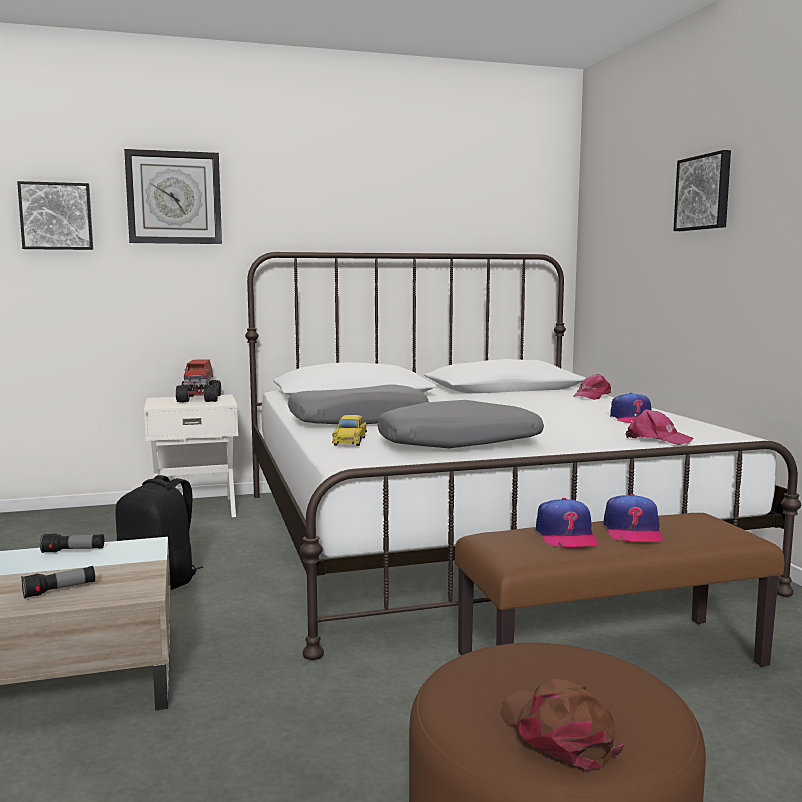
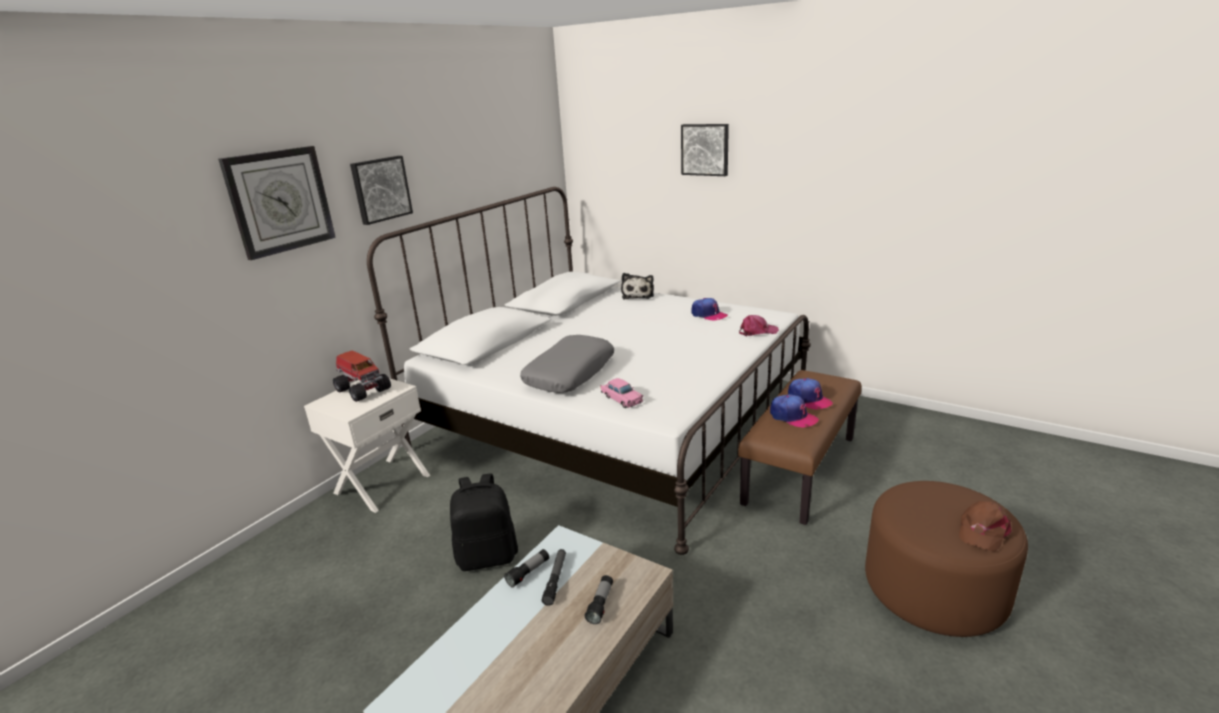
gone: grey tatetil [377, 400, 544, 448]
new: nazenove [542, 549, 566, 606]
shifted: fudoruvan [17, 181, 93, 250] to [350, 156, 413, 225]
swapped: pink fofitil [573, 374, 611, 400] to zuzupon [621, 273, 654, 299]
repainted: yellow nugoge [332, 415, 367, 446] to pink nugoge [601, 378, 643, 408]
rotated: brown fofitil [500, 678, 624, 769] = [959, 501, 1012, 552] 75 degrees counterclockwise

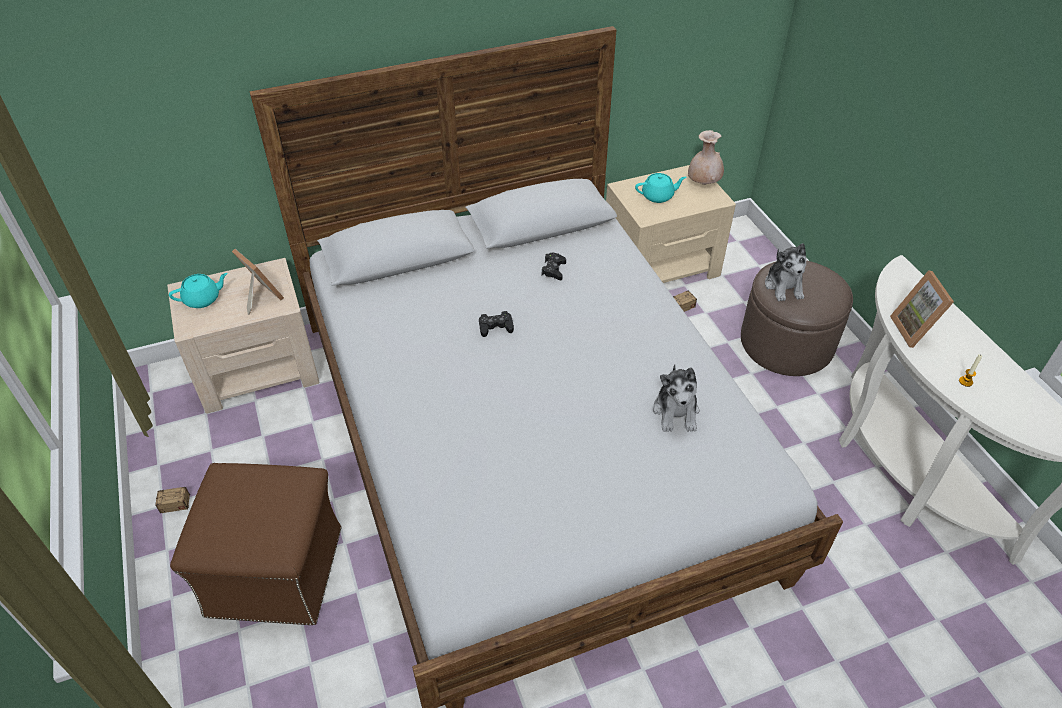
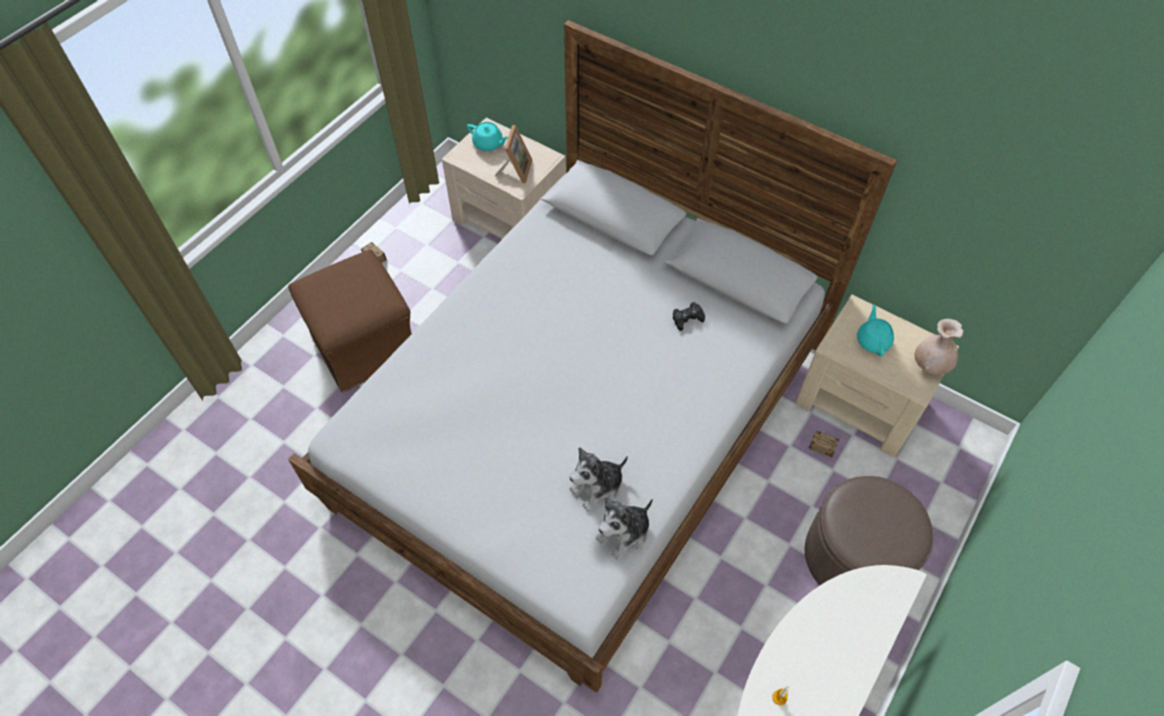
gone: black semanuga [479, 311, 514, 337]; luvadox [890, 270, 954, 348]
shifted: zuzupon [765, 243, 806, 302] to [596, 497, 653, 561]
rotated: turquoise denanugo [635, 173, 687, 203] = [857, 304, 894, 356] 135 degrees counterclockwise

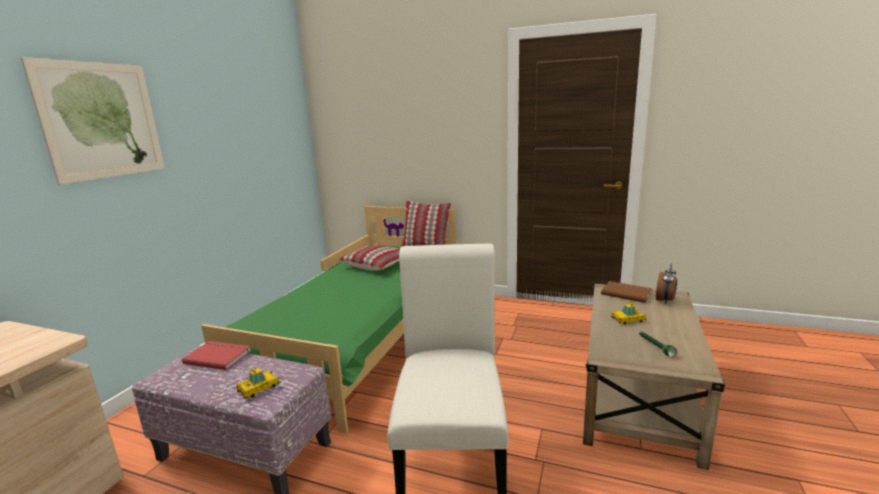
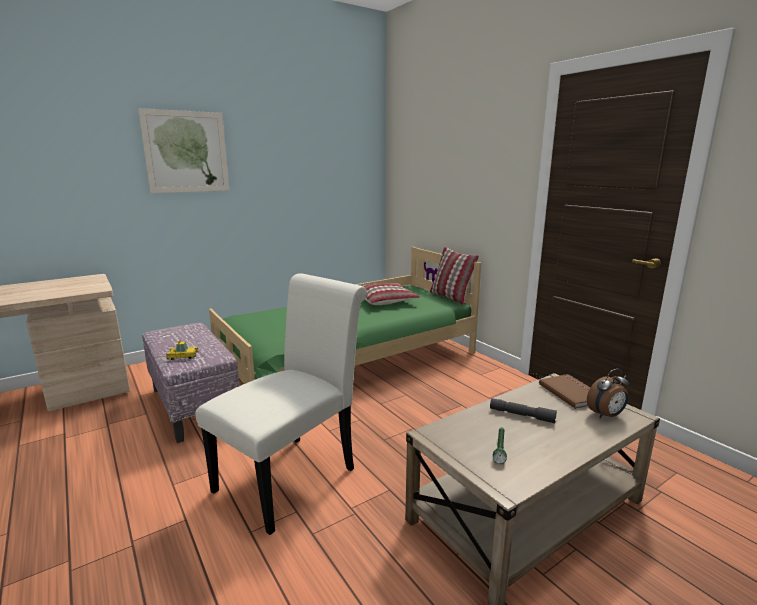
gone: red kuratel [182, 341, 251, 370]
swapped: nugoge [611, 302, 646, 325] to grey nazenove [490, 398, 557, 424]

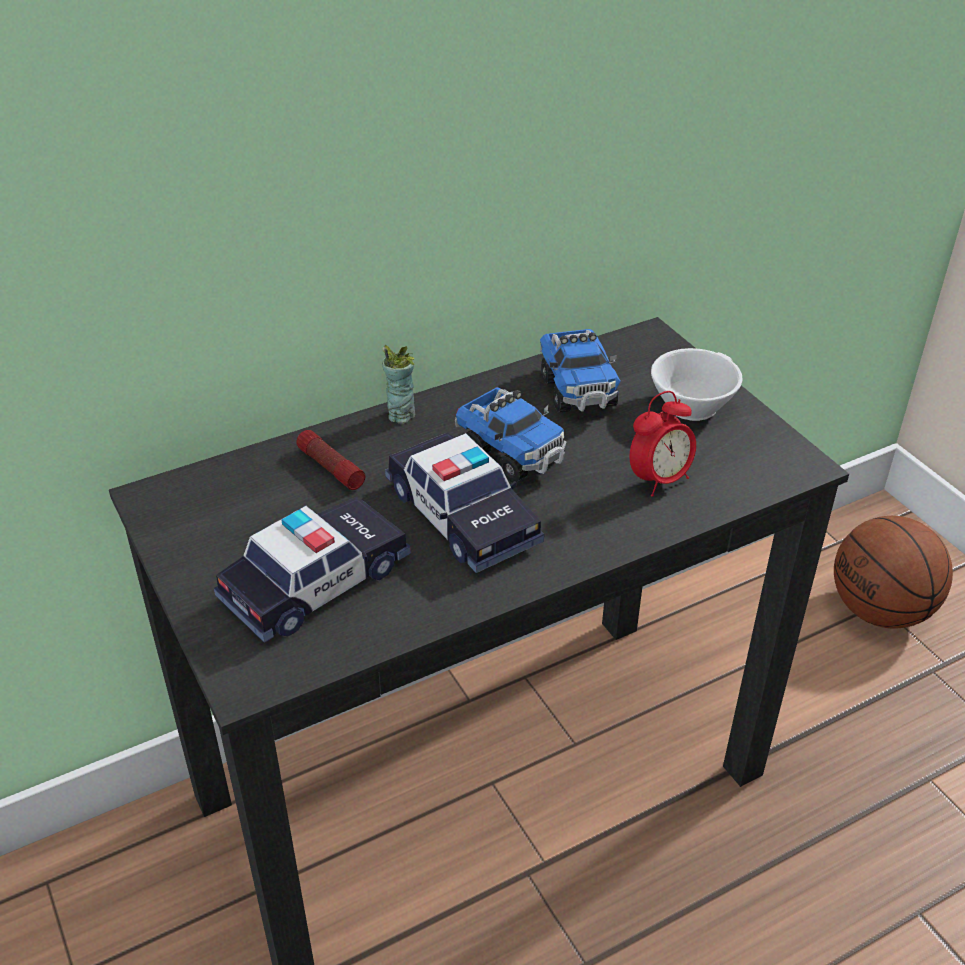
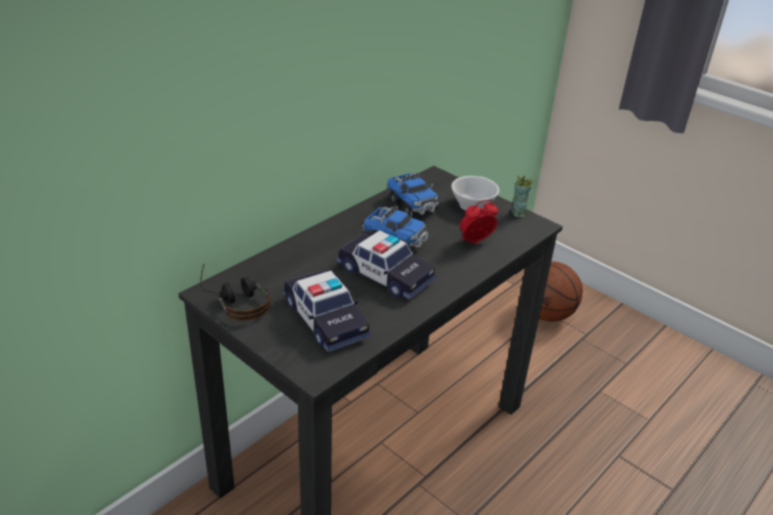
gone: nazenove [296, 430, 365, 490]
new: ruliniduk [200, 265, 271, 321]
shifted: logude [382, 345, 415, 424] to [511, 175, 534, 218]
rotated: nugoge [214, 496, 411, 643] = [283, 270, 371, 352] 120 degrees clockwise; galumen [630, 391, 696, 497] = [460, 200, 498, 244] 150 degrees counterclockwise

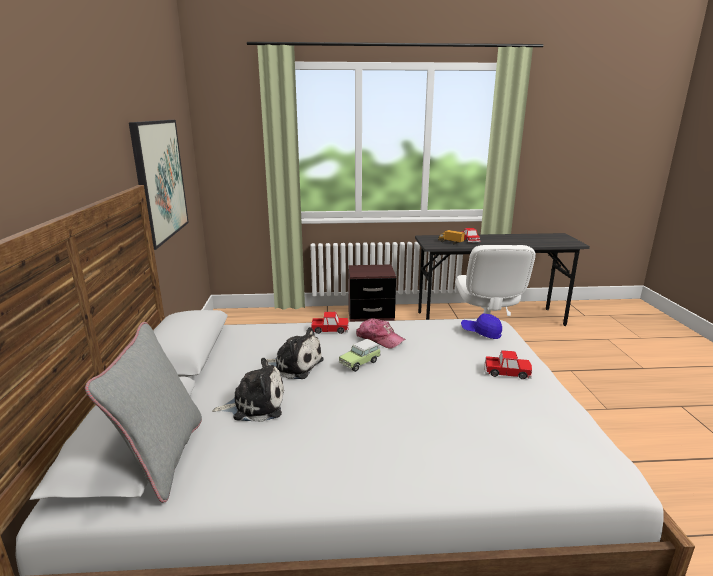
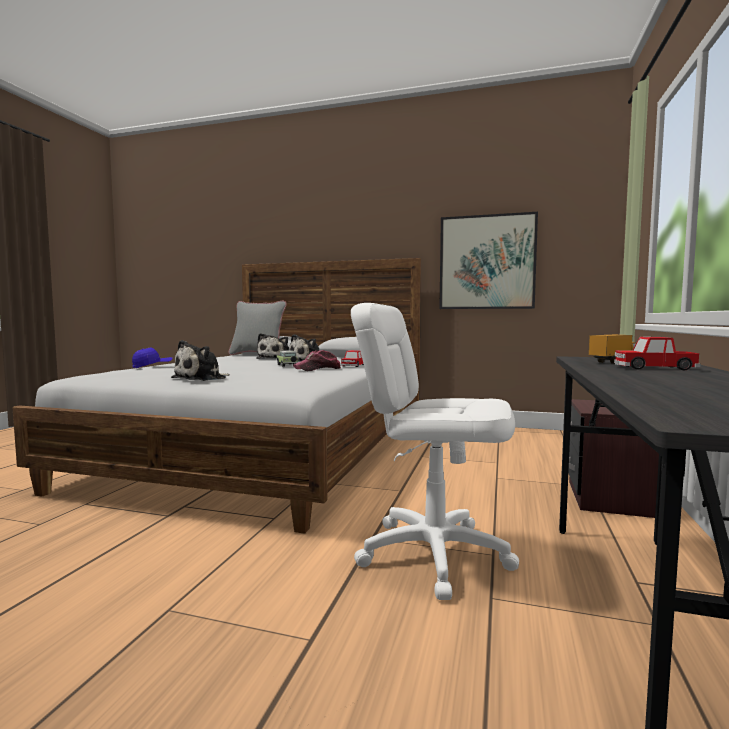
shifted: blue fofitil [461, 314, 502, 339] to [132, 347, 173, 368]
swapped: nugoge [484, 350, 532, 379] to zuzupon [171, 340, 229, 381]

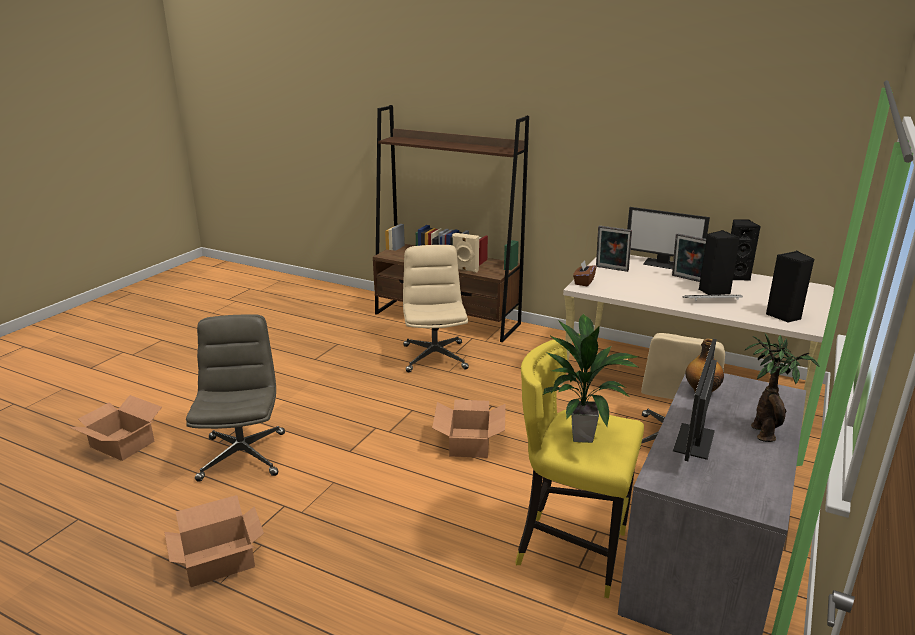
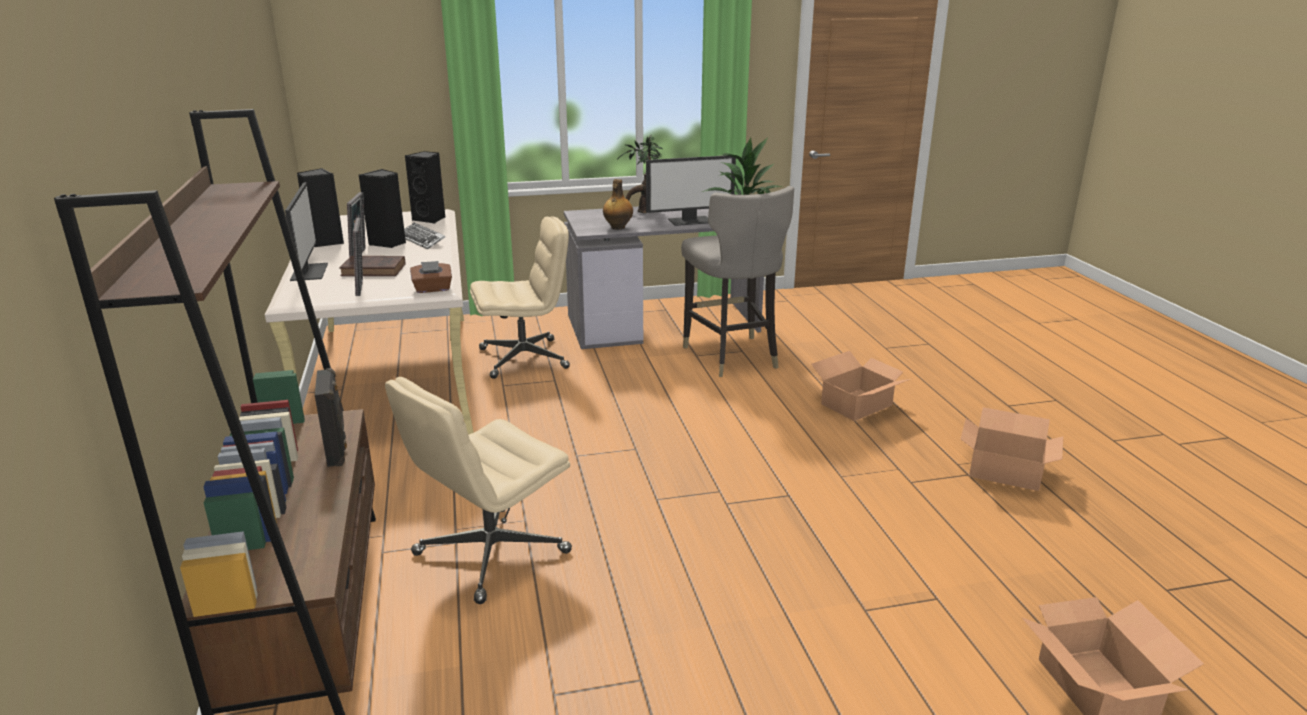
gone: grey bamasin [186, 314, 285, 482]
new: brown kuratel [339, 256, 406, 276]
shifted: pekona [432, 400, 506, 458] to [811, 351, 910, 421]
repainted: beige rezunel [452, 233, 479, 273] to black rezunel [315, 368, 347, 467]; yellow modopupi [515, 339, 644, 598] to grey modopupi [681, 186, 794, 377]

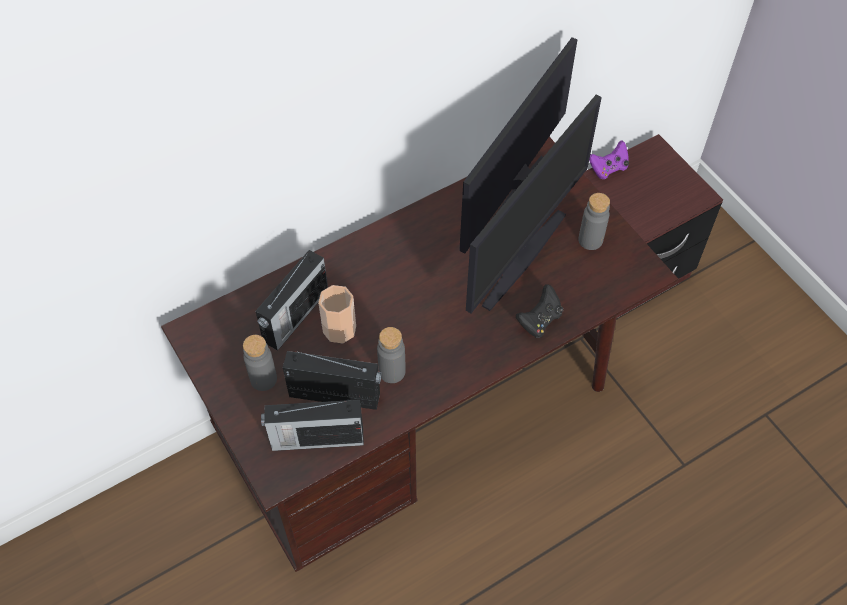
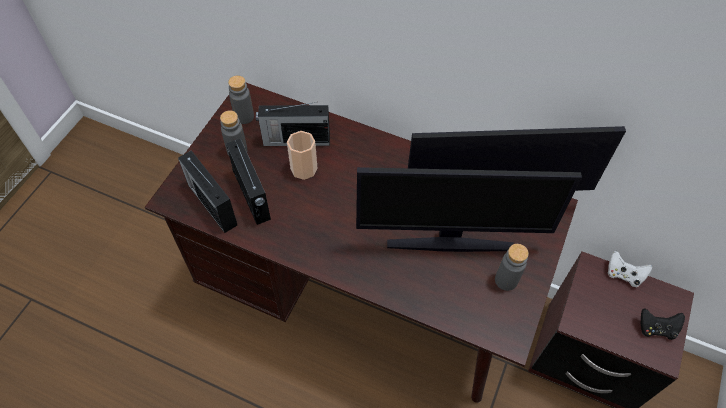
shifted: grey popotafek [377, 327, 406, 383] to [228, 75, 254, 124]; black semanuga [516, 284, 563, 338] to [641, 308, 685, 340]
repainted: purple semanuga [589, 141, 629, 179] to white semanuga [608, 251, 652, 287]

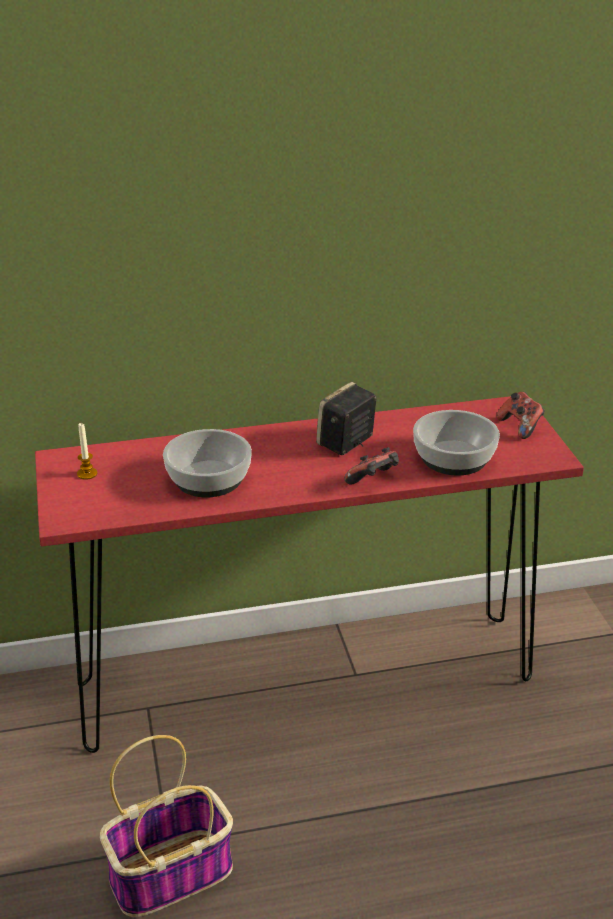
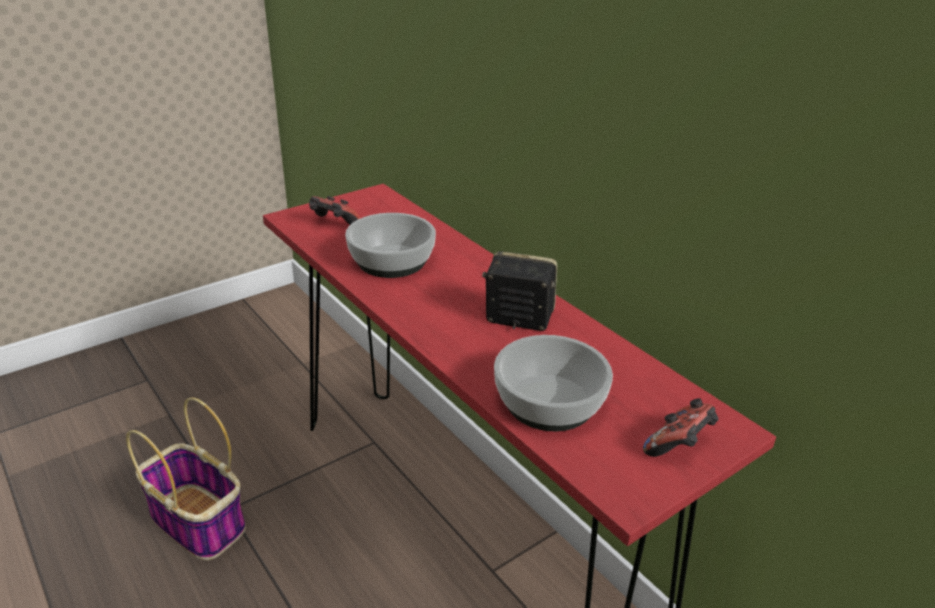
gone: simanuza [77, 423, 97, 480]
shifted: semanuga [345, 447, 399, 485] to [309, 196, 360, 225]

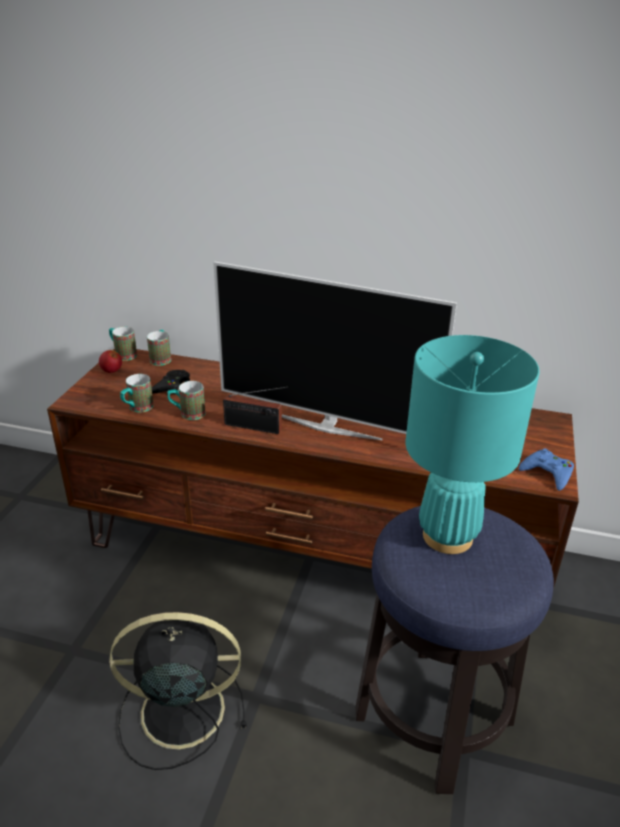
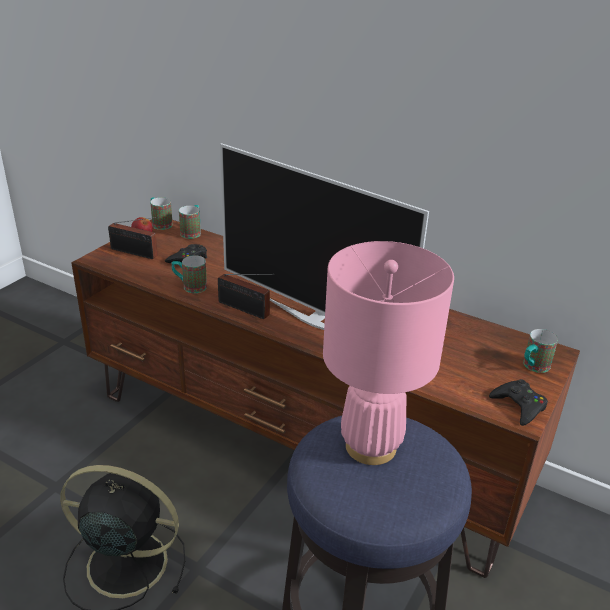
new: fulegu [108, 217, 158, 259]
shifted: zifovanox [120, 374, 154, 413] to [523, 329, 558, 373]
repainted: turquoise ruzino [405, 335, 540, 554] to pink ruzino [323, 241, 454, 465]; blue semanuga [519, 448, 574, 491] to black semanuga [489, 379, 548, 426]

